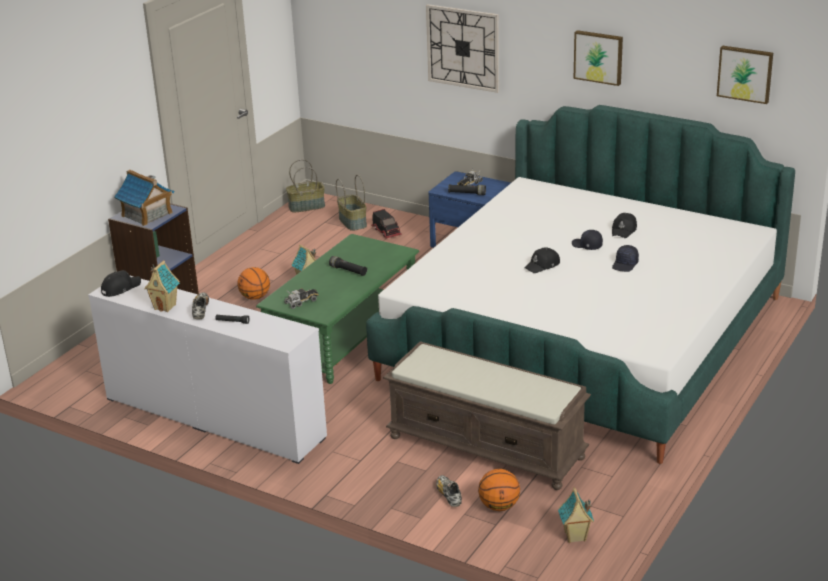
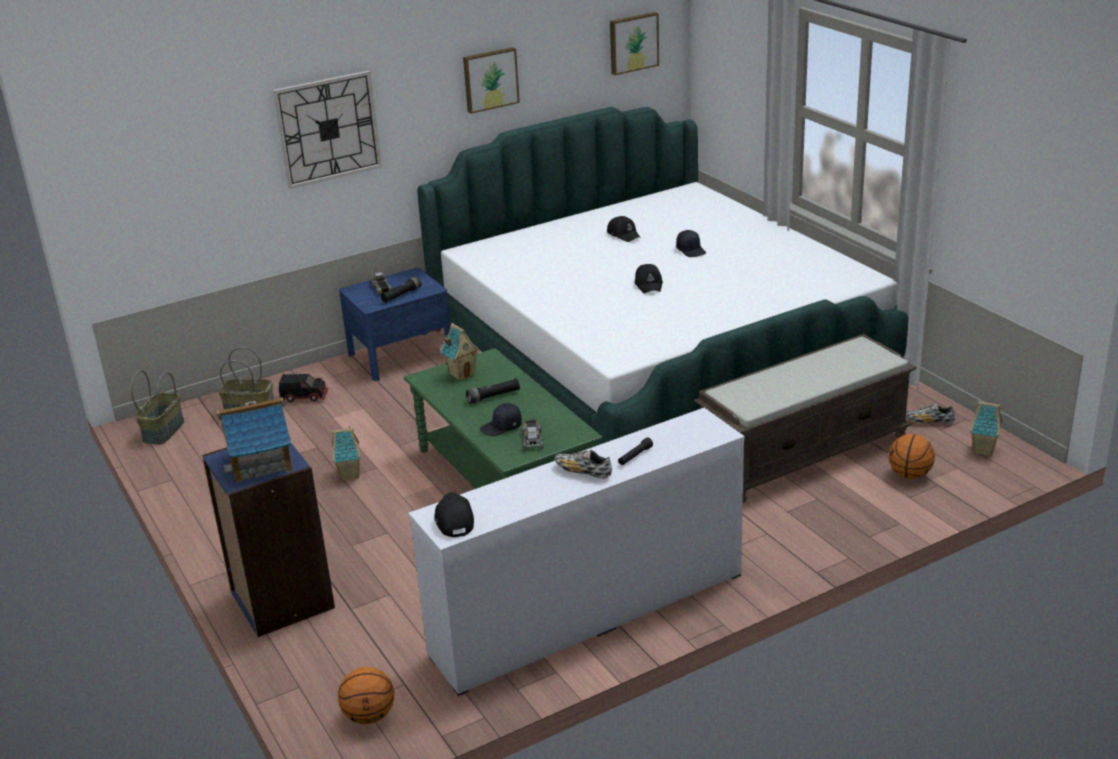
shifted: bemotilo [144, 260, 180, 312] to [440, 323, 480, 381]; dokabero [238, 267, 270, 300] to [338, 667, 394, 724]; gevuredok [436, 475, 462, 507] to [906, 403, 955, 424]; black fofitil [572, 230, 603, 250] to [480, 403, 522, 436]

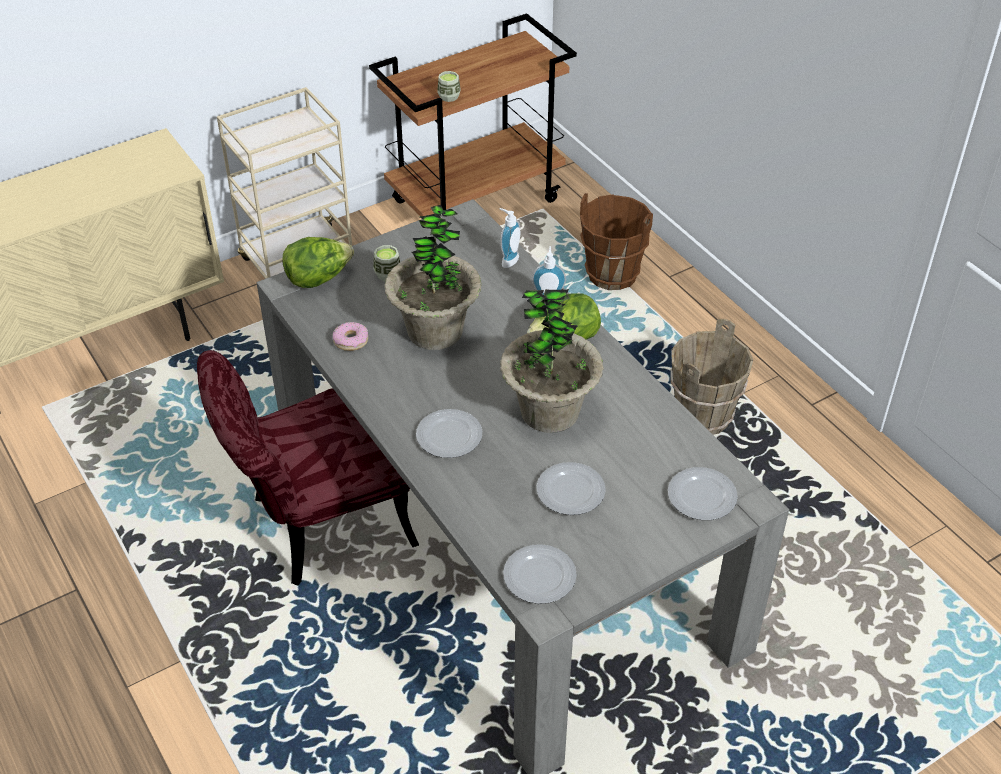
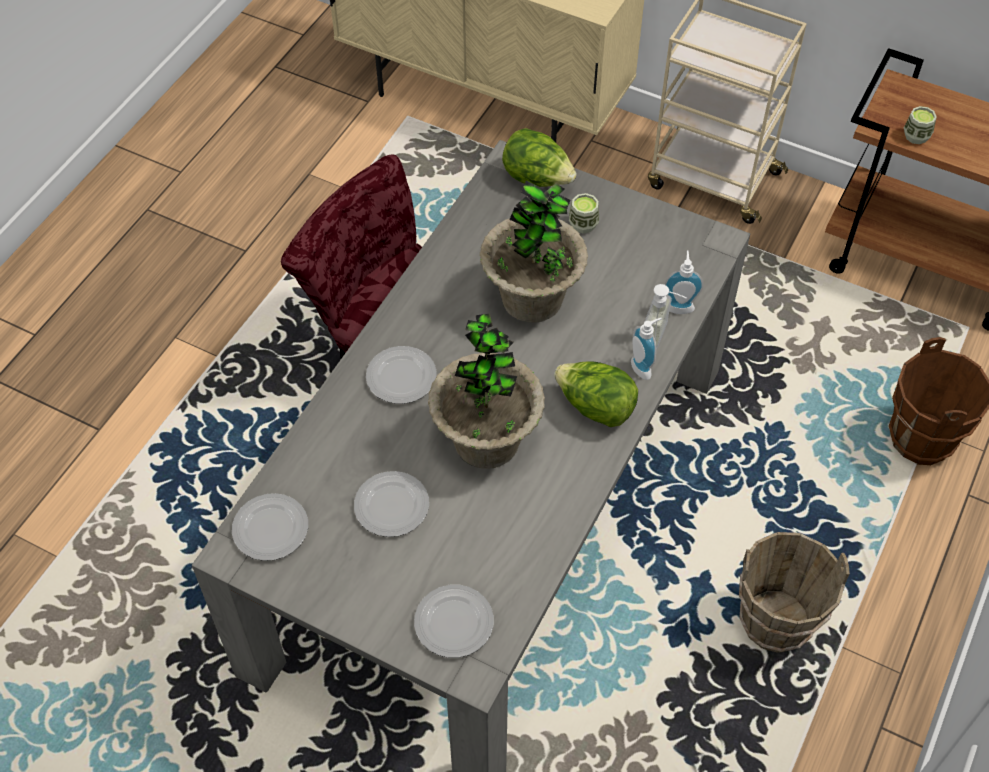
gone: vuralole [333, 322, 368, 351]
new: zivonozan [645, 284, 687, 349]

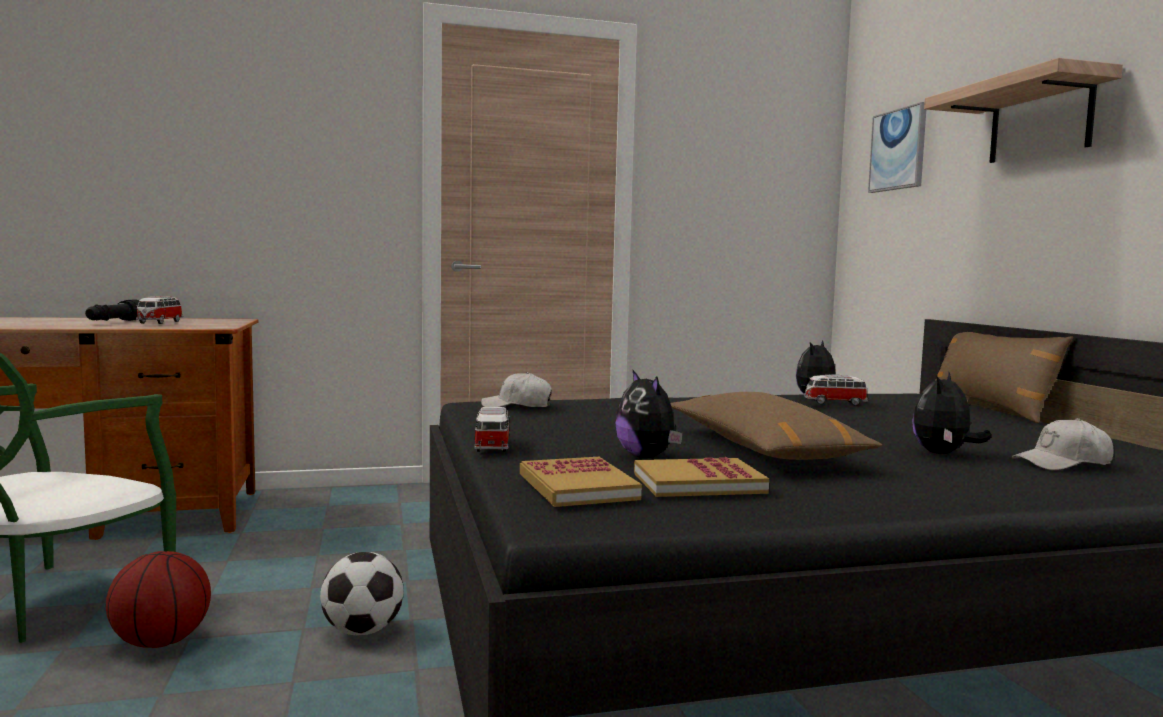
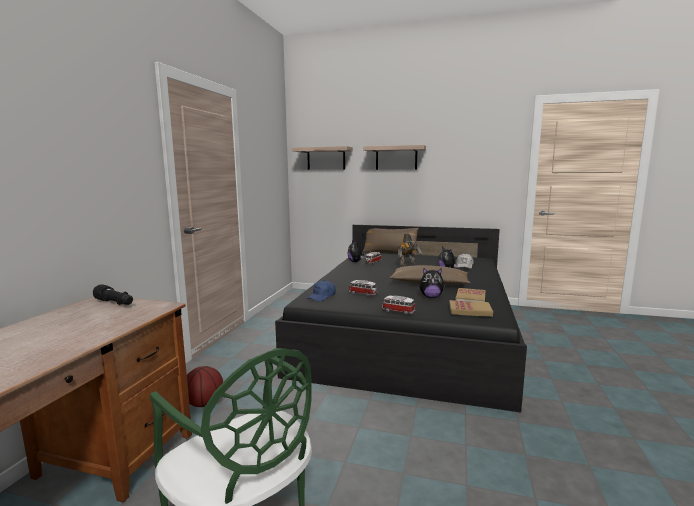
gone: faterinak [320, 552, 404, 635]
new: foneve [398, 234, 422, 266]
shifted: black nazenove [85, 299, 139, 321] to [93, 284, 133, 305]; dokabero [106, 551, 211, 648] to [187, 366, 223, 407]; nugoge [136, 296, 183, 324] to [349, 280, 378, 297]
swapped: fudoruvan [868, 102, 926, 193] to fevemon [292, 146, 353, 170]
repainted: white fofitil [481, 372, 552, 407] to blue fofitil [306, 280, 336, 302]

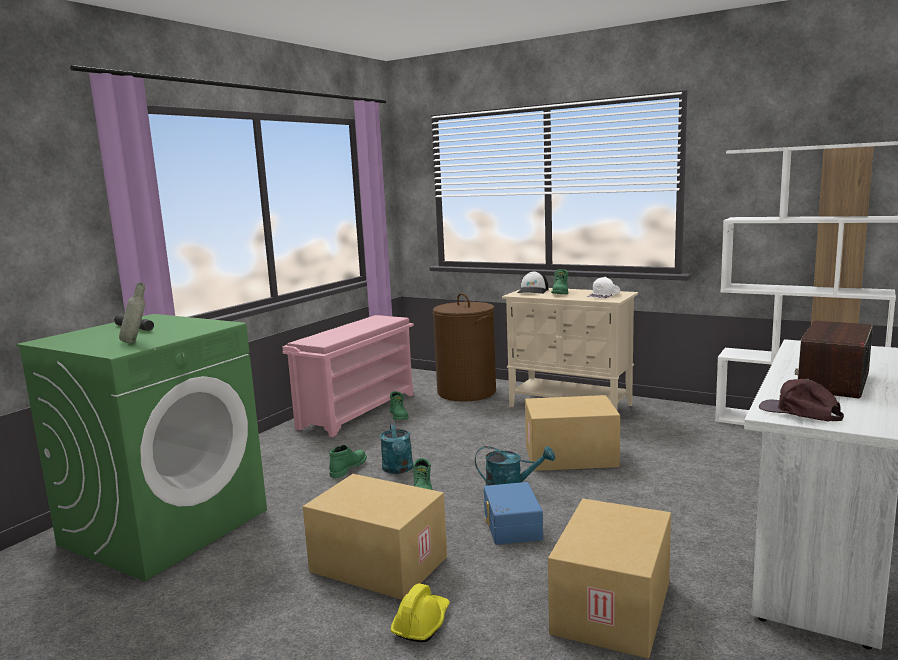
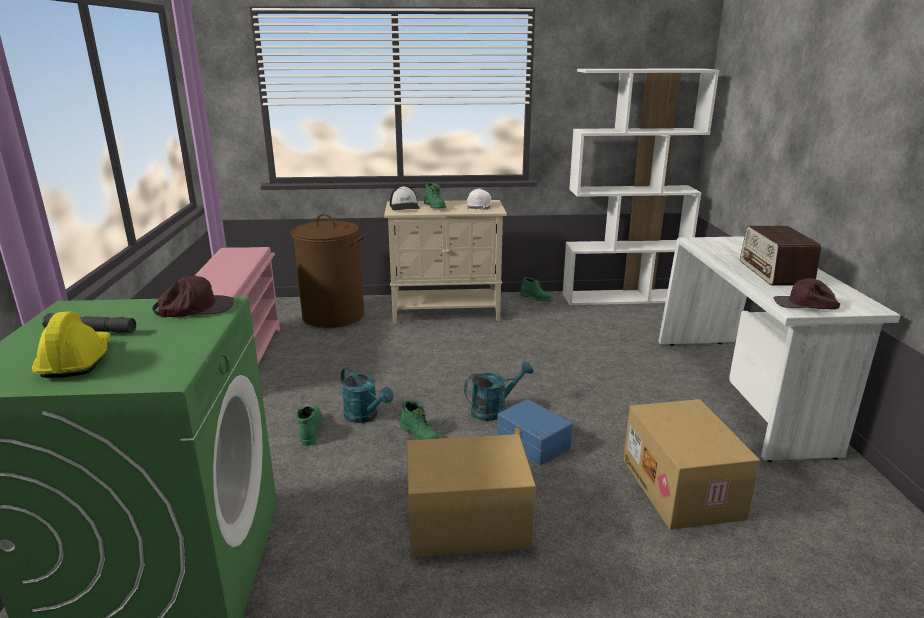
gone: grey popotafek [119, 283, 145, 343]; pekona [525, 395, 620, 471]
new: brown fofitil [153, 275, 234, 317]
shifted: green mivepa [390, 391, 409, 420] to [520, 277, 553, 301]; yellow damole [391, 583, 450, 642] to [32, 311, 110, 378]

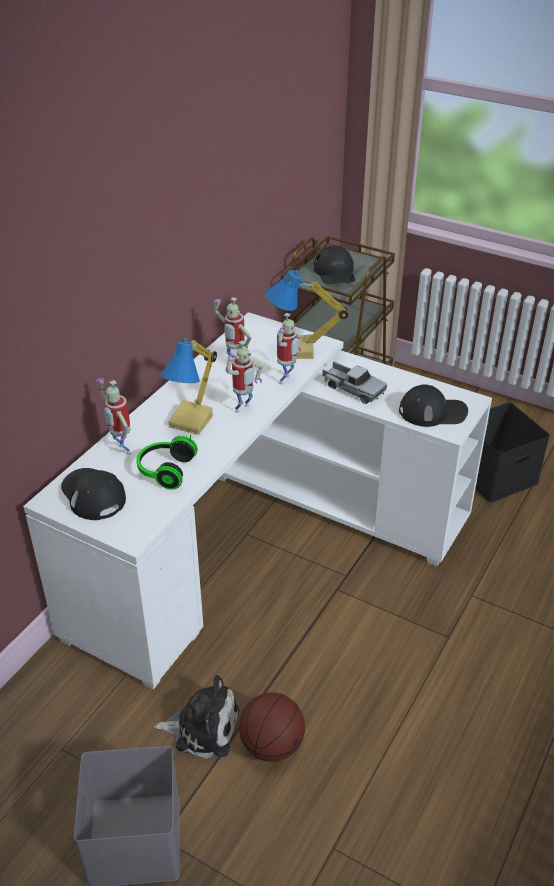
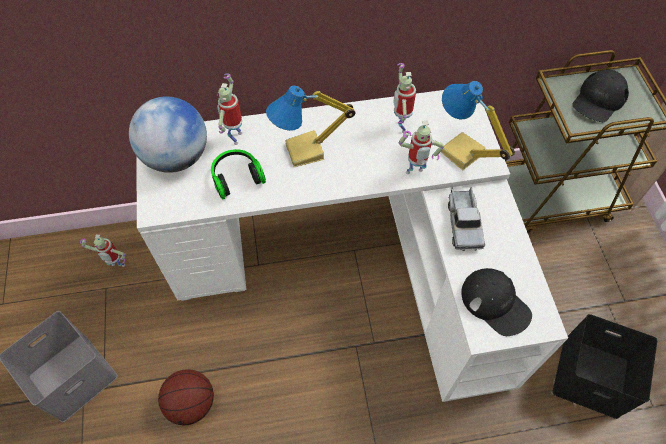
gone: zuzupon [154, 675, 239, 758]
shifted: foneve [225, 341, 262, 413] to [80, 235, 126, 267]
swapped: black fofitil [61, 468, 126, 520] to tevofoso [129, 96, 207, 173]

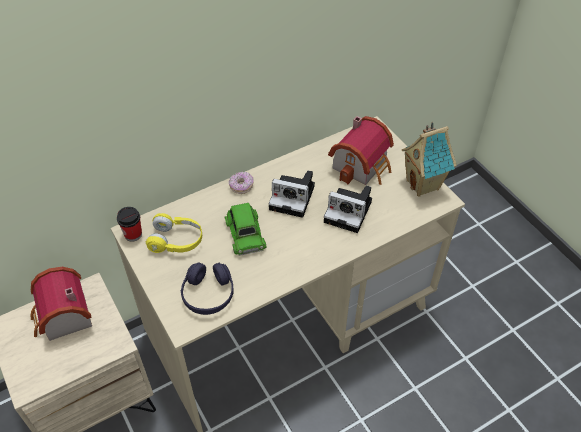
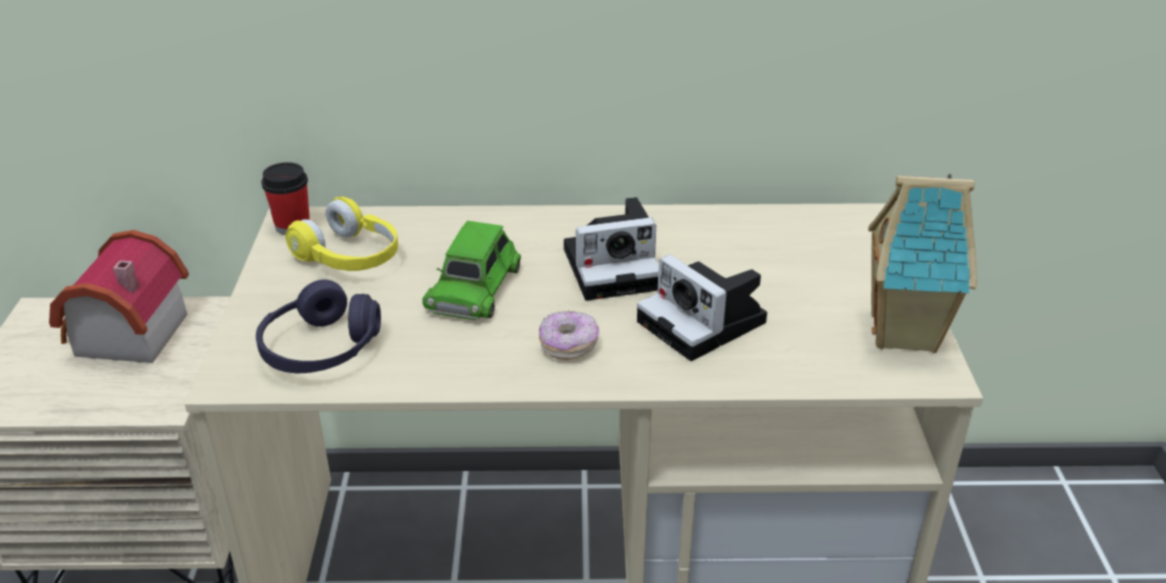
gone: bemotilo [328, 116, 394, 185]
shifted: vuralole [229, 172, 254, 194] to [539, 311, 599, 360]
rotated: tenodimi [269, 170, 315, 218] = [564, 197, 659, 301] 60 degrees counterclockwise

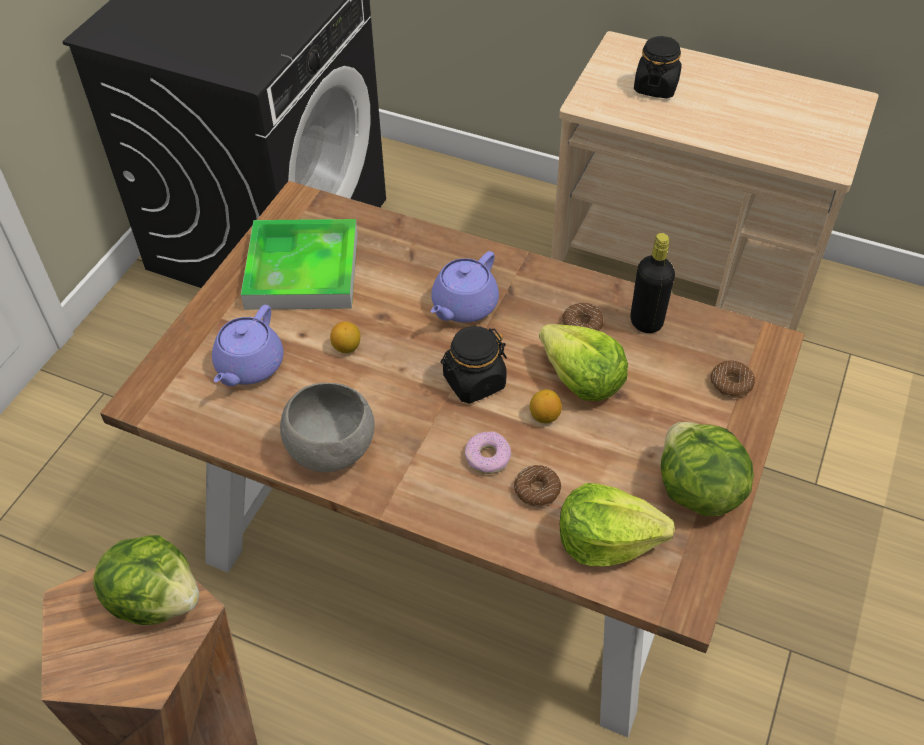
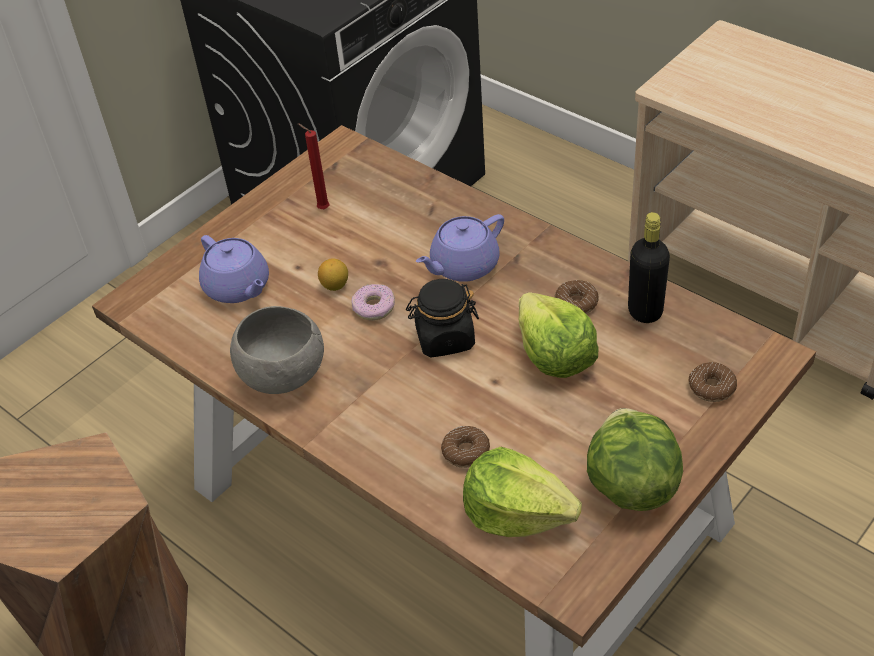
gone: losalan [93, 535, 199, 625]; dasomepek [530, 389, 562, 423]; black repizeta [634, 36, 682, 98]
shifted: vuralole [465, 431, 511, 474] to [351, 284, 395, 321]
swapped: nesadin [241, 219, 358, 310] to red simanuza [298, 124, 330, 209]
rotated: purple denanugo [212, 305, 284, 386] = [199, 235, 269, 303] 75 degrees counterclockwise

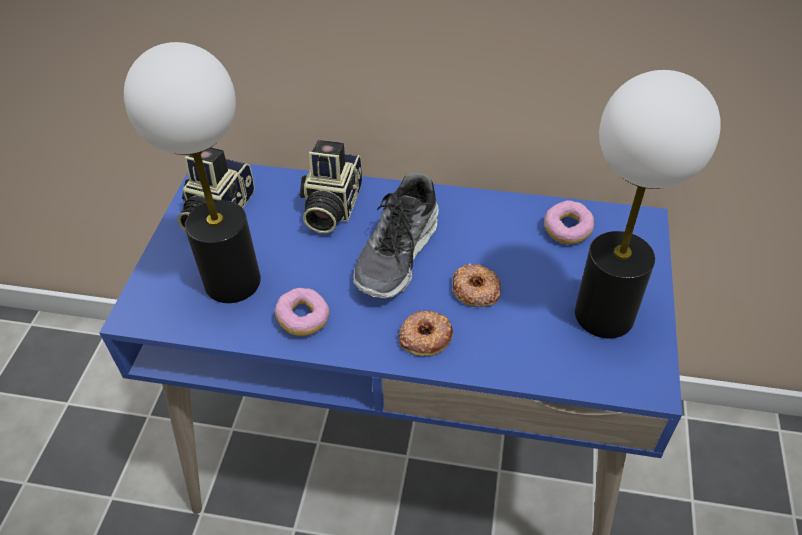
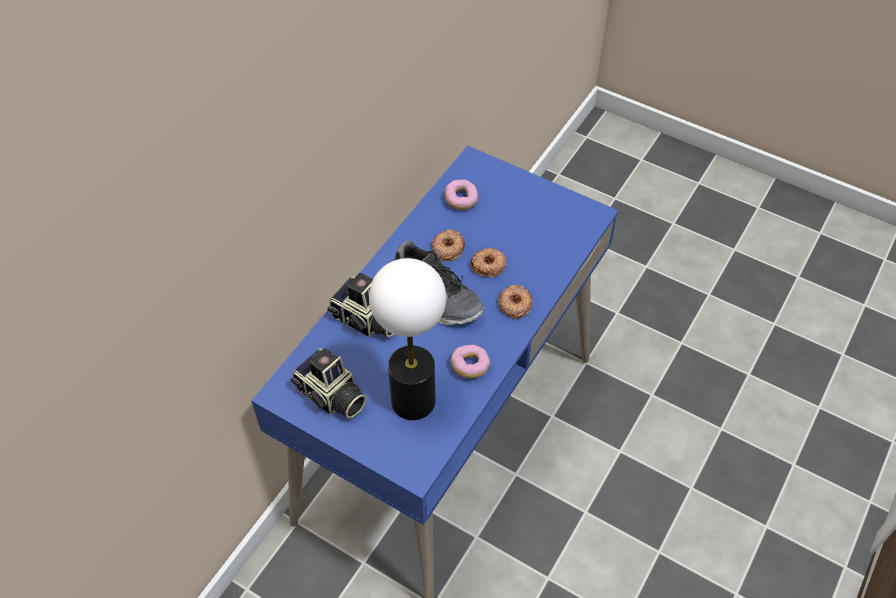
gone: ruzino [575, 70, 721, 338]
new: vuralole [432, 229, 465, 261]

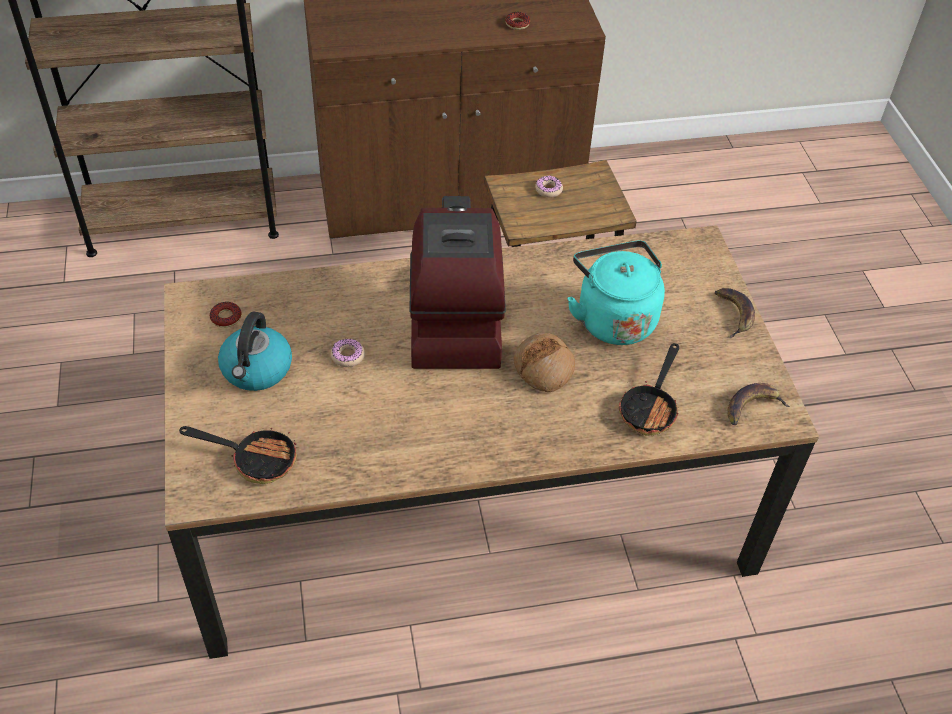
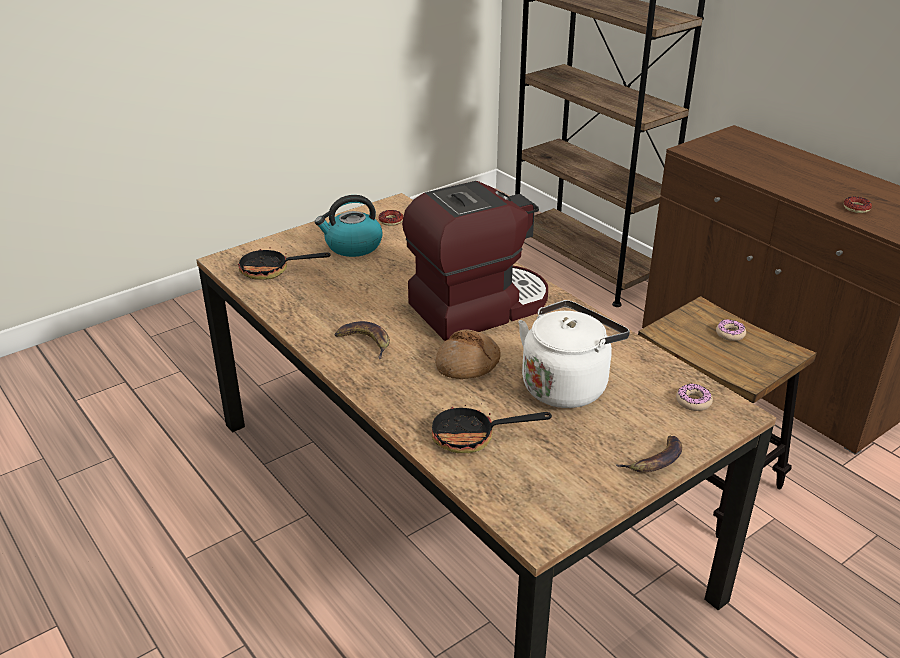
shifted: vuralole [331, 338, 365, 367] to [676, 384, 713, 411]; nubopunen [727, 383, 790, 425] to [335, 321, 390, 359]
repainted: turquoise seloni [567, 240, 665, 345] to white seloni [518, 300, 630, 408]
rotated: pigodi [179, 426, 297, 484] = [238, 246, 331, 280] 105 degrees clockwise

